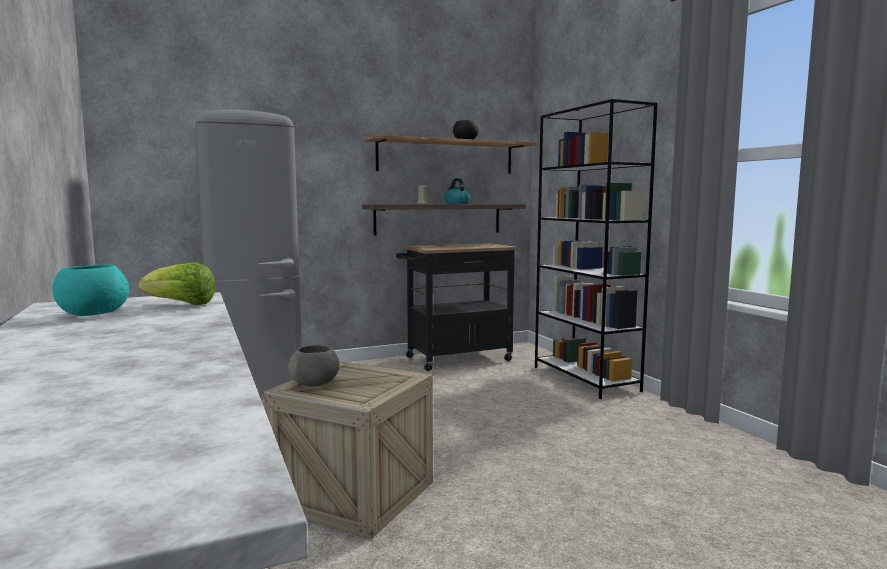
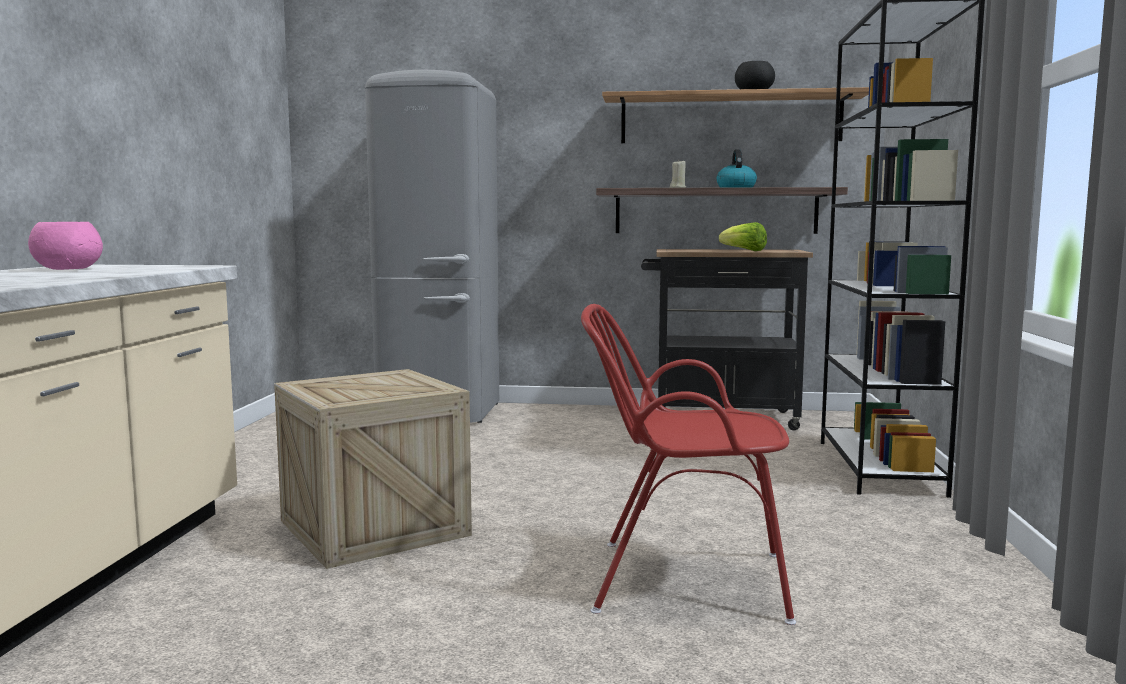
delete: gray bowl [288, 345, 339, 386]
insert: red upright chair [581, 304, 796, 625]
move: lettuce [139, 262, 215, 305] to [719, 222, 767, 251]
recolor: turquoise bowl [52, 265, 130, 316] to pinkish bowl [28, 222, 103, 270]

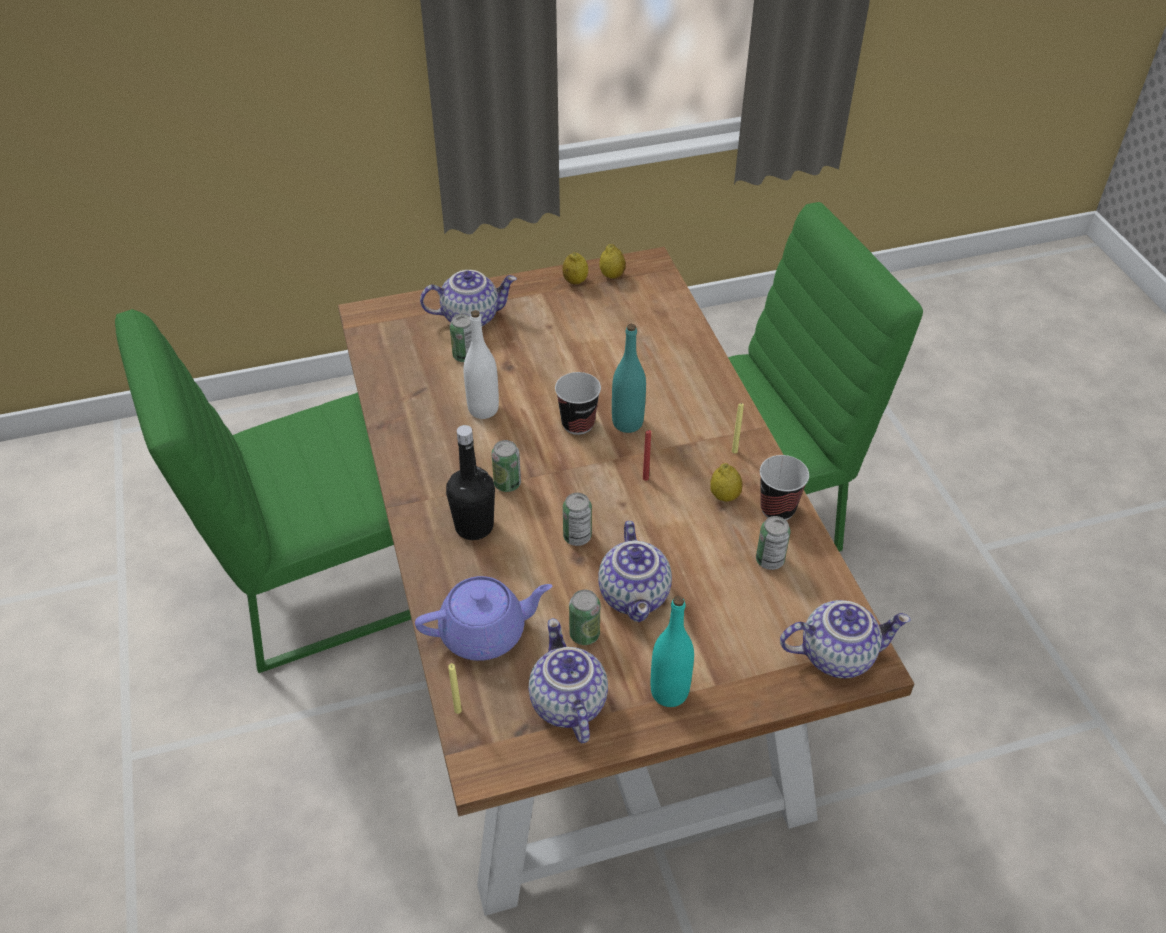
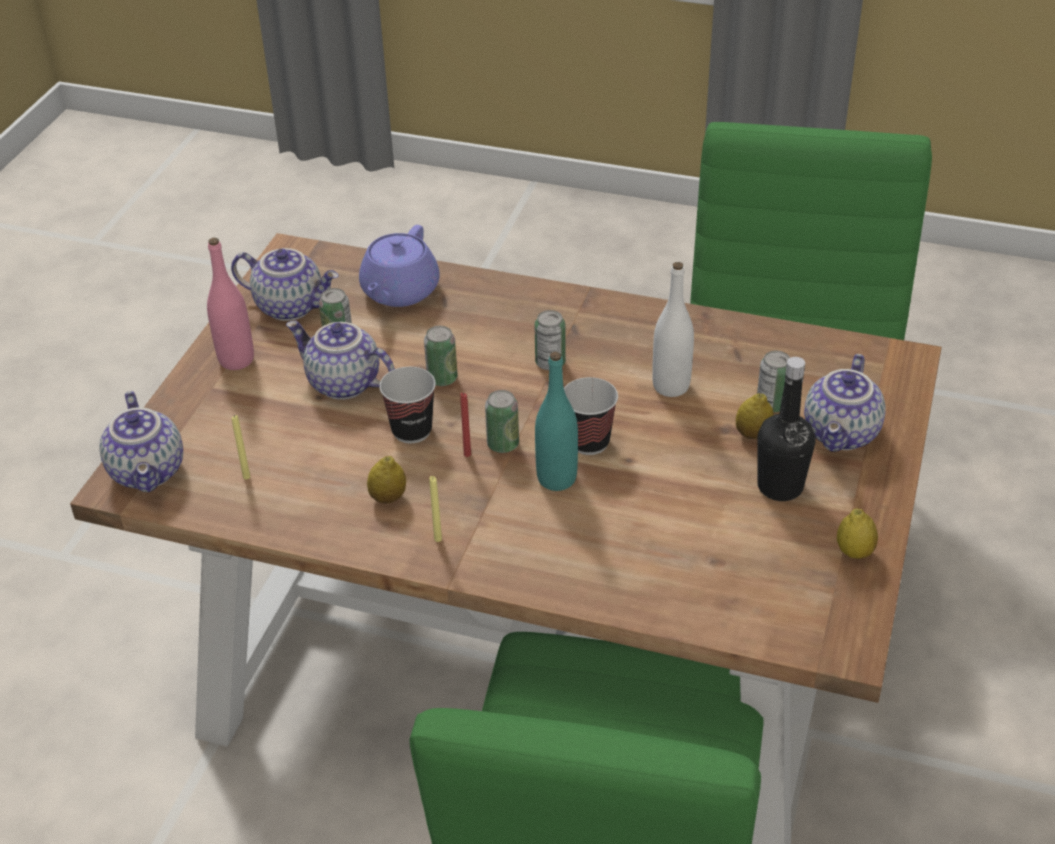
move: citrus fruit [599, 244, 626, 279] to [736, 393, 774, 439]; blackish bottle [446, 425, 495, 540] to [757, 357, 816, 501]; small cup [760, 455, 809, 520] to [379, 367, 436, 443]; metal can [756, 516, 791, 570] to [485, 390, 519, 453]; yellow-coloured candle [448, 663, 462, 714] to [232, 415, 250, 479]
recolor: turquoise bottle [651, 596, 694, 707] to pinkish bottle [207, 238, 254, 370]
rotate: pot for tea [780, 600, 911, 678] = [100, 391, 183, 492] 45 degrees counterclockwise

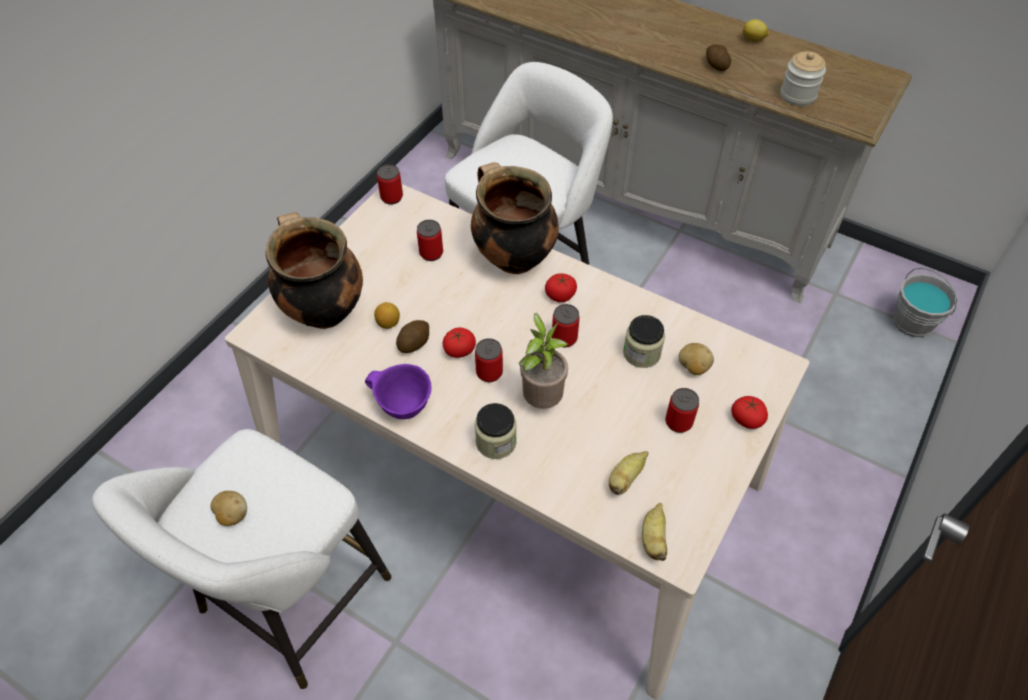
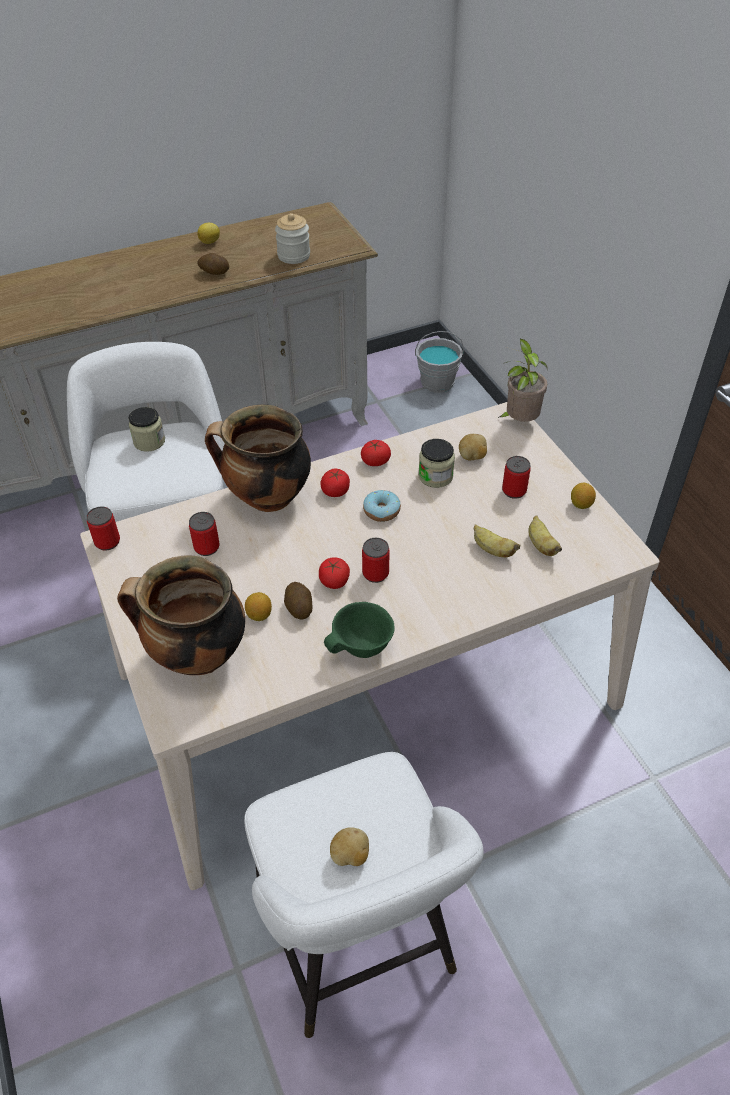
insert: citrus fruit [571, 483, 596, 509]
move: potted plant [519, 313, 568, 409] to [498, 339, 548, 422]; fresh tomato [731, 396, 768, 429] to [361, 440, 391, 466]; preserve jar [475, 403, 517, 459] to [129, 407, 165, 452]; banana fruit [642, 503, 667, 561] to [474, 524, 520, 557]
replace: metal can [552, 304, 580, 347] to donut [363, 490, 401, 522]
recolor: purple bowl [365, 364, 432, 419] to greenish bowl [324, 602, 395, 658]

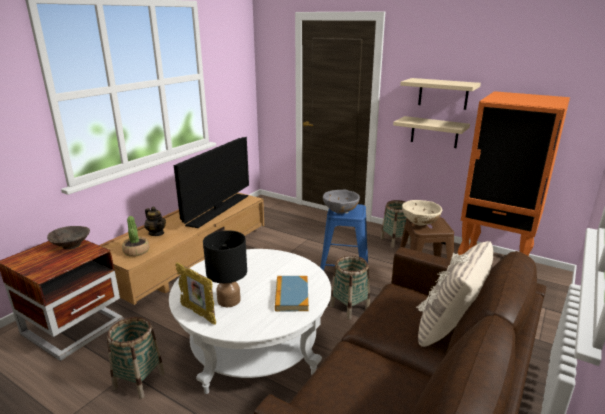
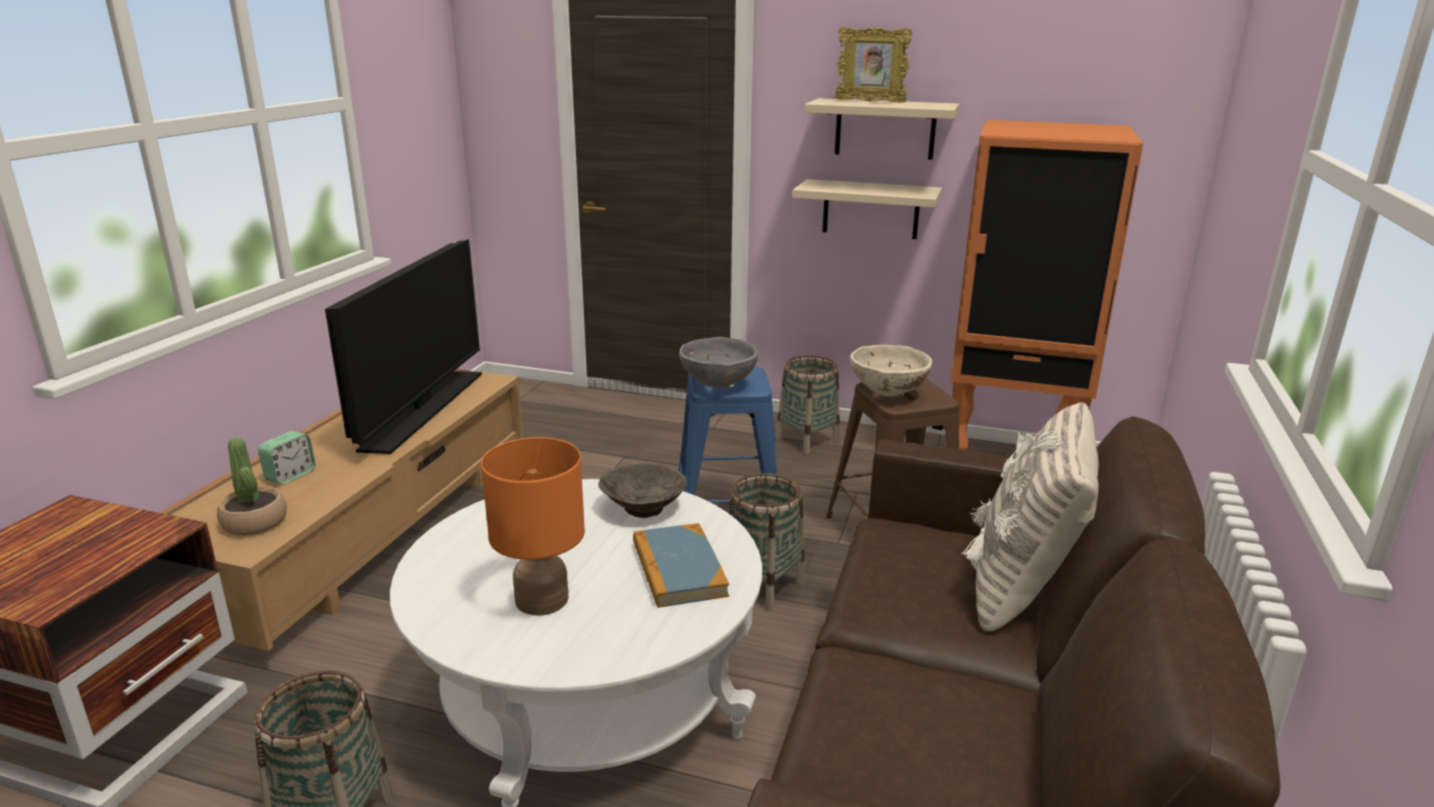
move: brown-coloured bowl [47, 226, 90, 250] to [598, 463, 687, 518]; standing frame [175, 262, 216, 325] to [835, 27, 913, 103]
replace: pot for tea [144, 207, 166, 236] to bedside clock [258, 431, 315, 485]
recolor: blackish table lamp [203, 230, 247, 307] to orangey table lamp [481, 437, 585, 615]

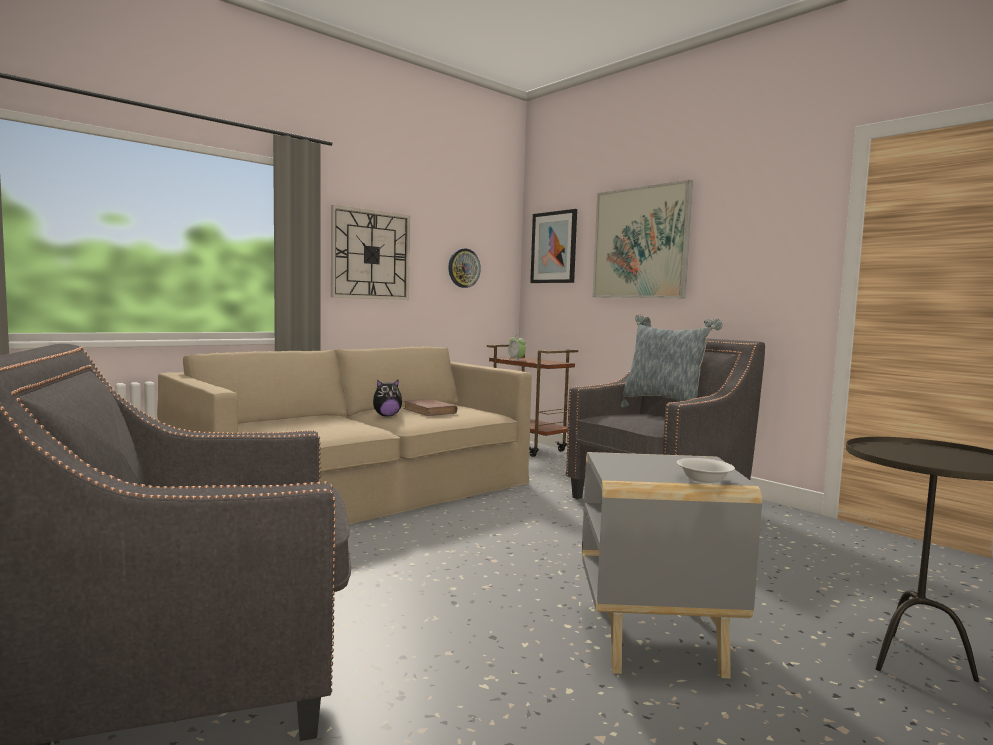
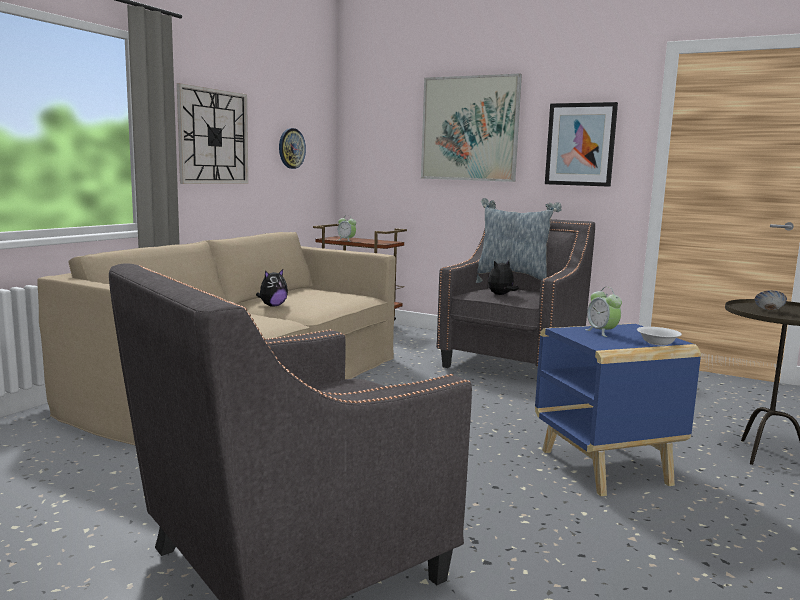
delete: brown-coloured bound book [403, 399, 457, 416]
insert: plush toy [488, 260, 519, 295]; bedside clock [585, 287, 622, 337]; bowl [755, 290, 787, 310]
move: wall picture [530, 209, 577, 283] to [545, 102, 618, 187]
recolor: gray side table [582, 452, 762, 678] to bluish side table [535, 323, 701, 496]

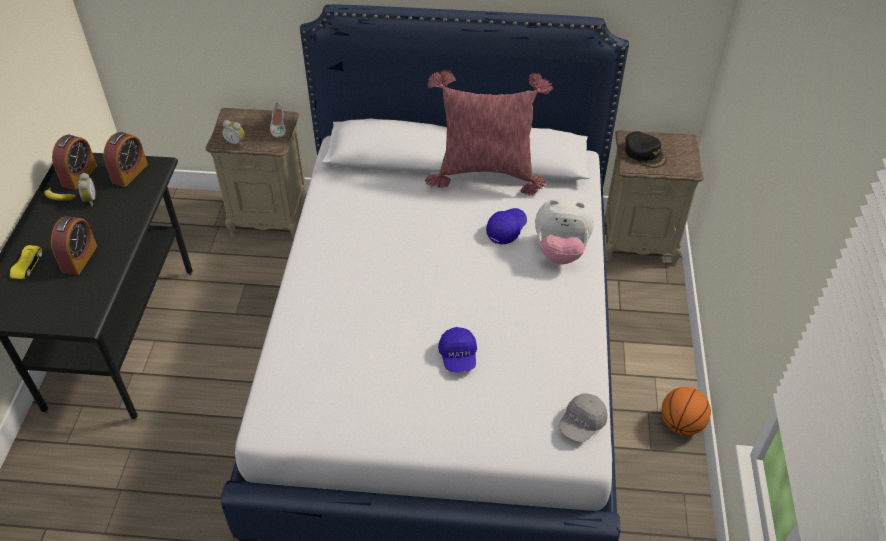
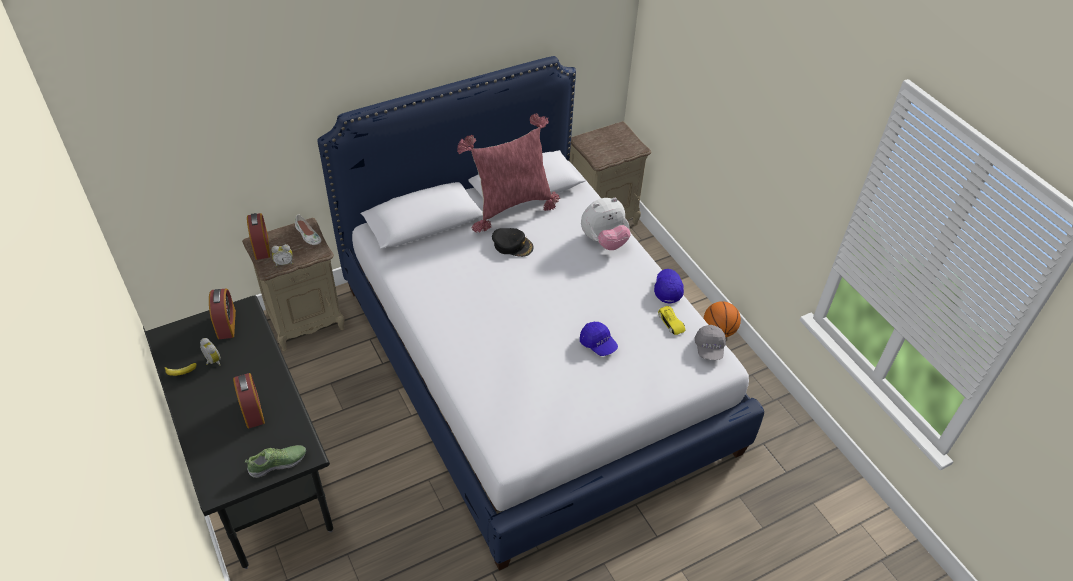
insert: low shoe [245, 445, 306, 478]
move: blackish peaked cap [625, 132, 667, 168] to [492, 228, 533, 257]; bedside clock [52, 134, 97, 190] to [247, 213, 270, 260]; bluish peaked cap [486, 208, 527, 245] to [654, 269, 684, 304]; yellow-coloured model car [9, 245, 42, 279] to [658, 306, 686, 335]

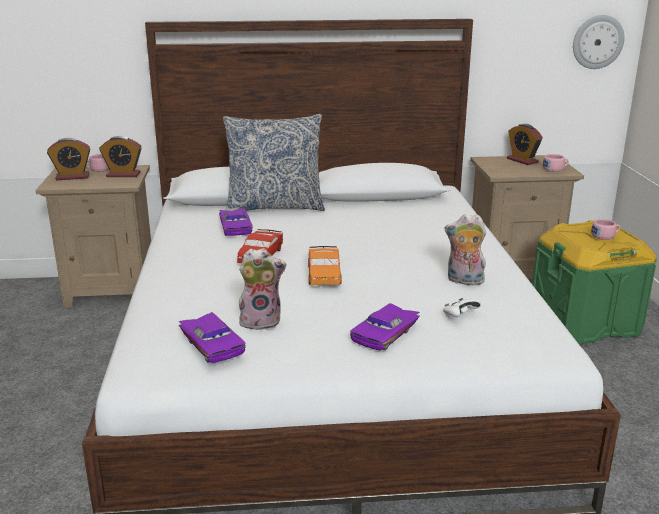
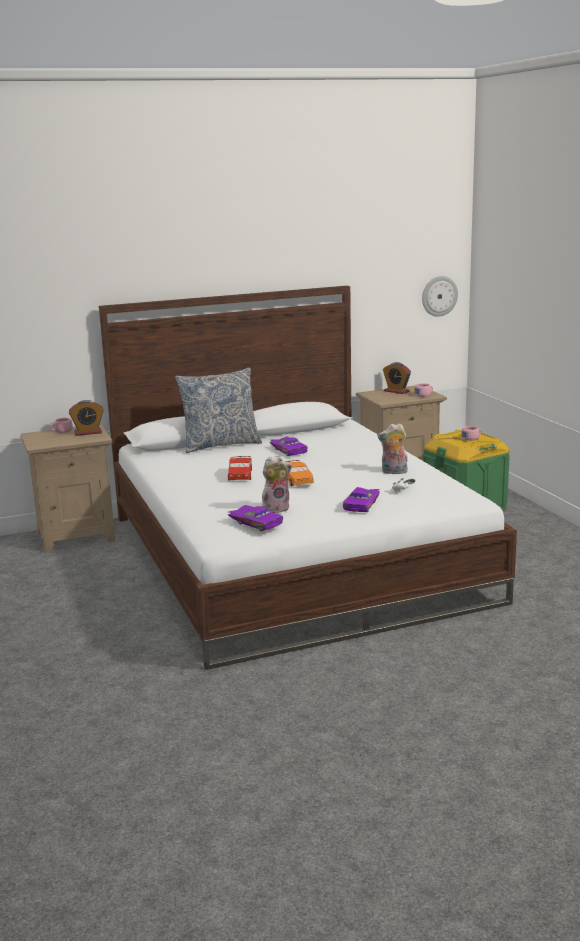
delete: bedside clock [47, 138, 90, 180]
move: purple model car [219, 208, 253, 236] to [270, 437, 308, 456]

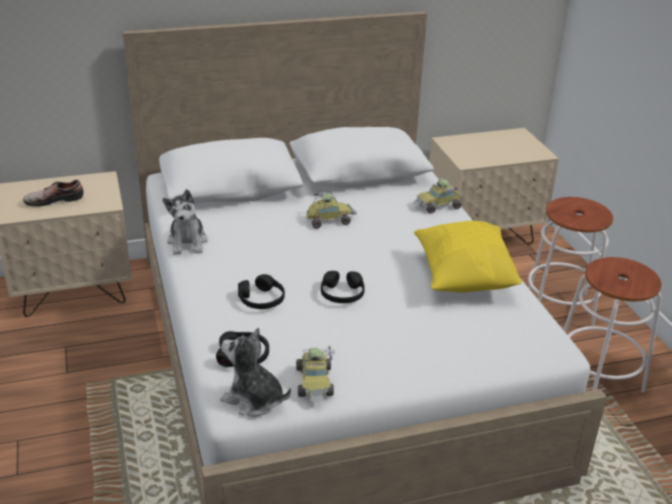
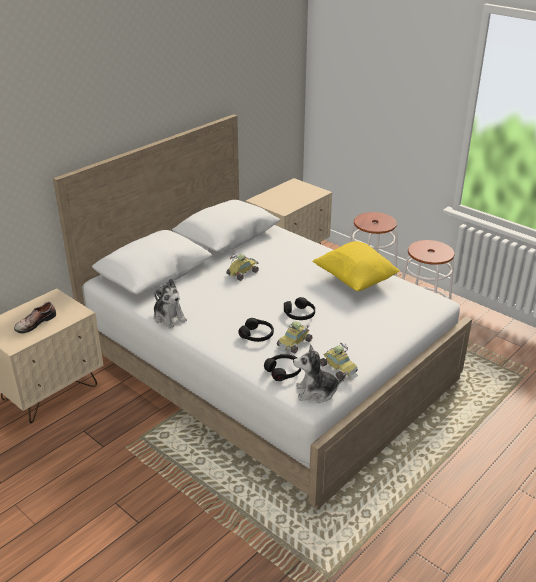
move: model car [413, 179, 462, 214] to [277, 321, 312, 354]

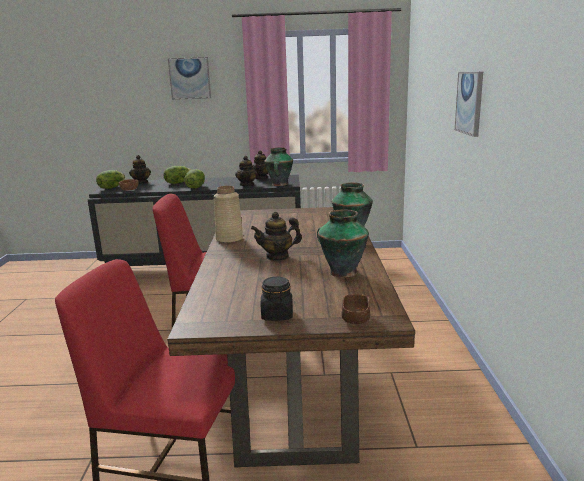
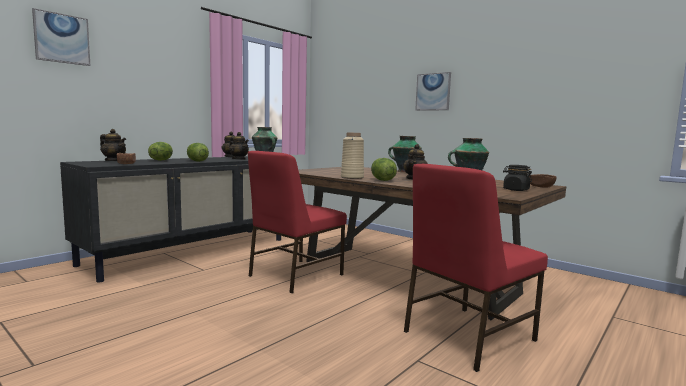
move: wall picture [168, 57, 211, 100] to [32, 8, 91, 66]; lettuce [96, 170, 125, 189] to [371, 158, 397, 181]

